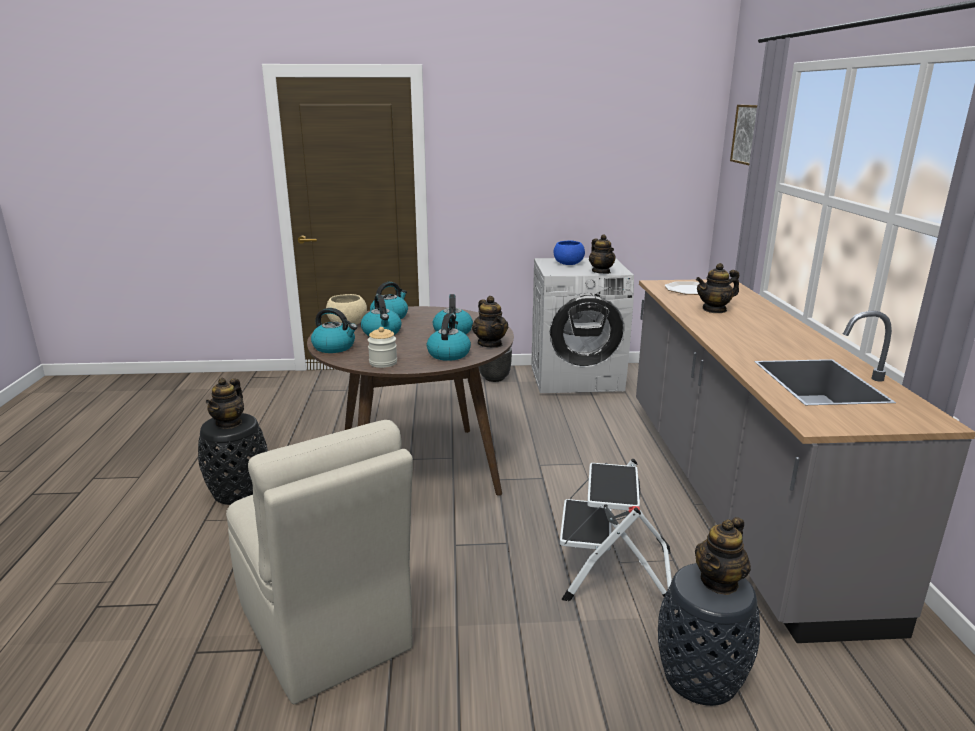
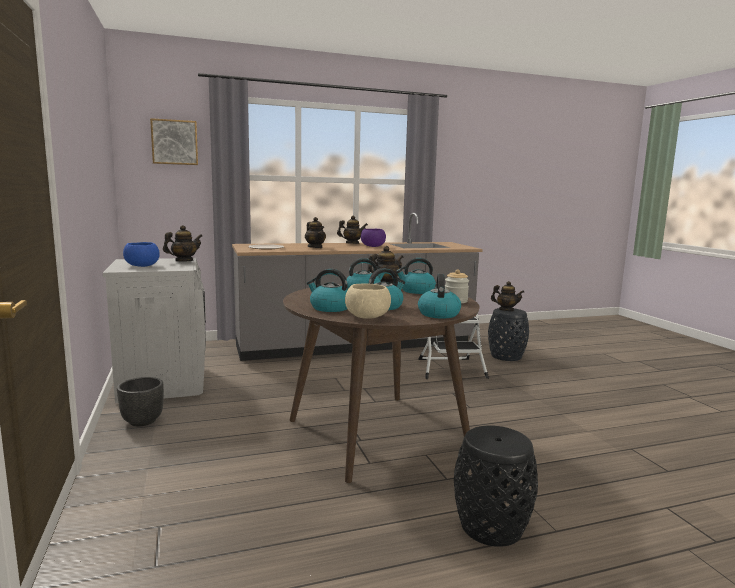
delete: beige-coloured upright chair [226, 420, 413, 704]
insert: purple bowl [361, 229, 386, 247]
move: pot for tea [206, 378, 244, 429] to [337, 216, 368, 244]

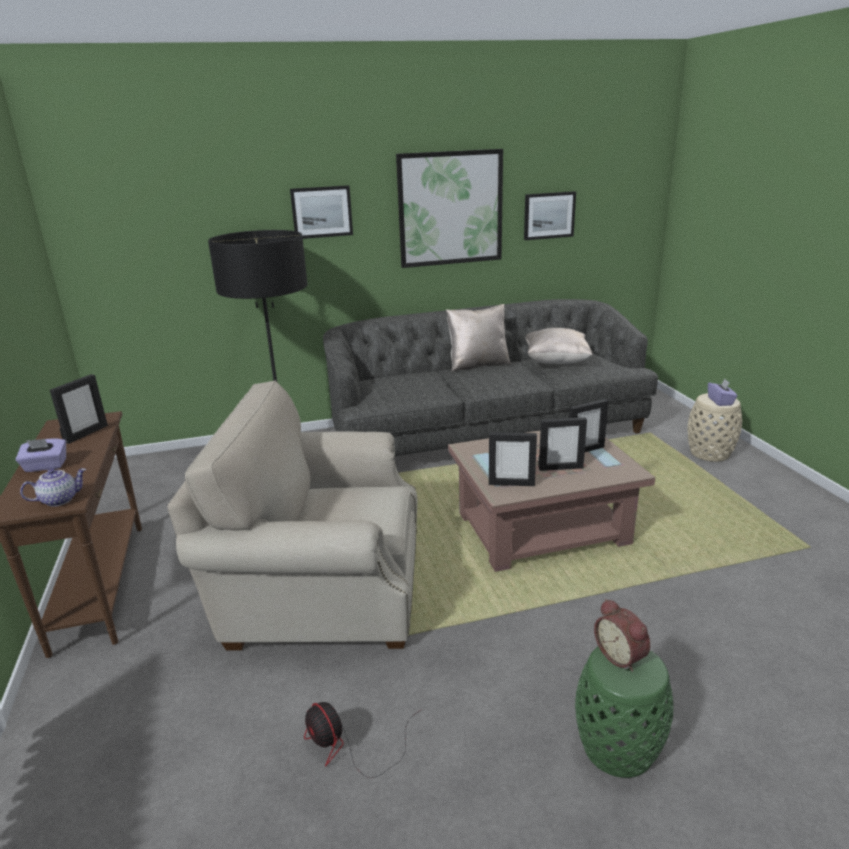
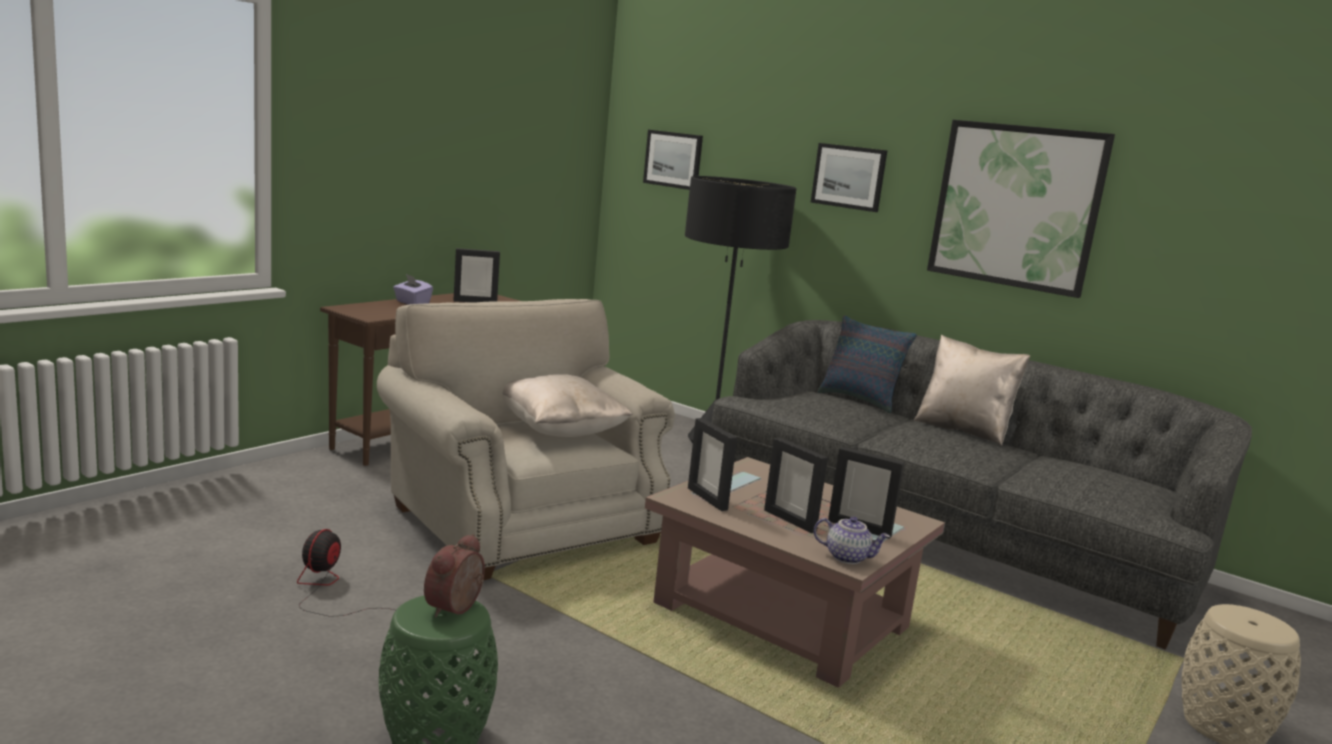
delete: purple tissue holder [708, 379, 738, 406]
insert: bluish cushion [818, 315, 917, 413]
move: wall picture [524, 191, 576, 240] to [643, 130, 703, 190]; beige-coloured cushion [525, 328, 593, 364] to [503, 374, 633, 437]; pot for tea [20, 468, 86, 507] to [814, 516, 890, 564]

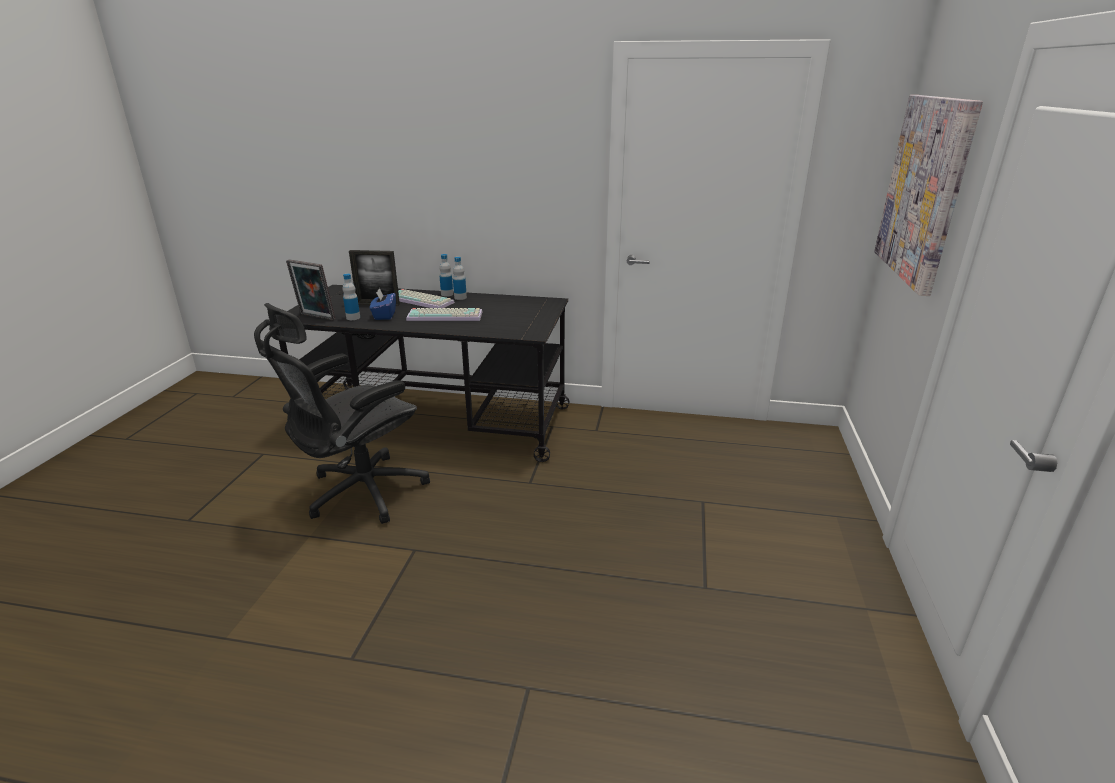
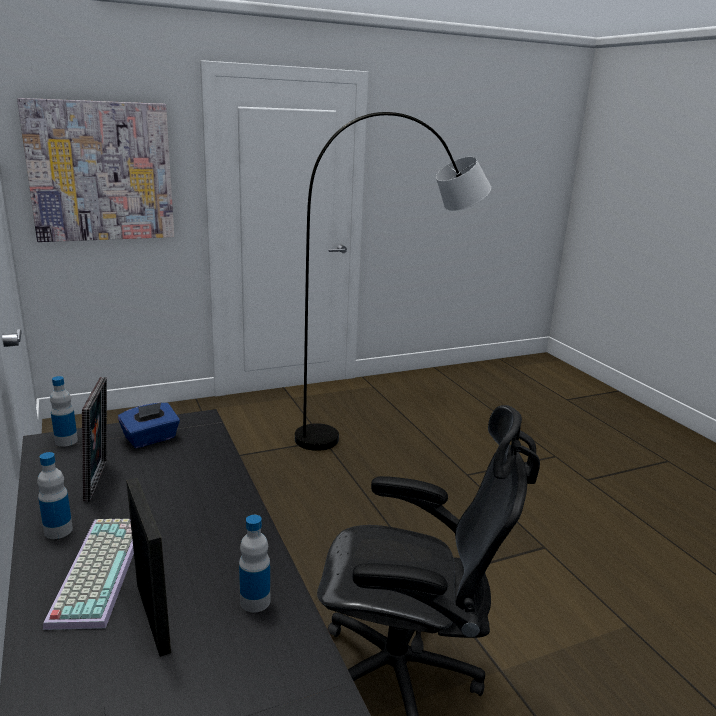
delete: keyboard [406, 308, 482, 321]
insert: gray standing lamp [295, 112, 491, 451]
move: bottle [439, 254, 453, 297] to [50, 376, 78, 447]; standing frame [286, 259, 335, 320] to [82, 377, 107, 502]; bluish tissue holder [370, 288, 396, 320] to [118, 402, 180, 448]

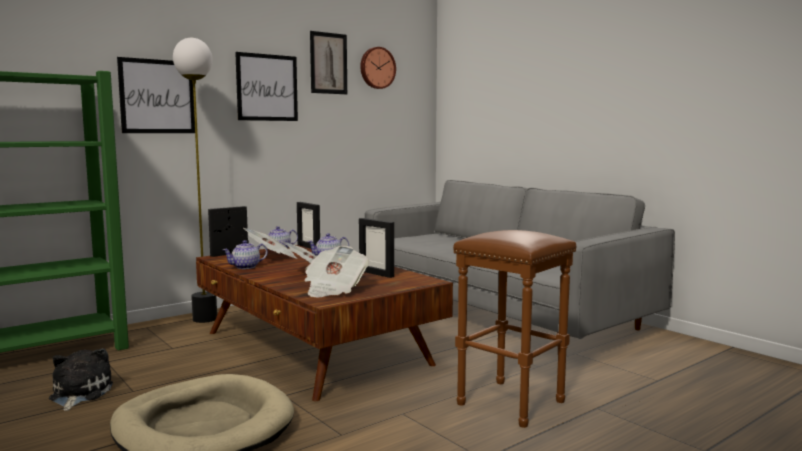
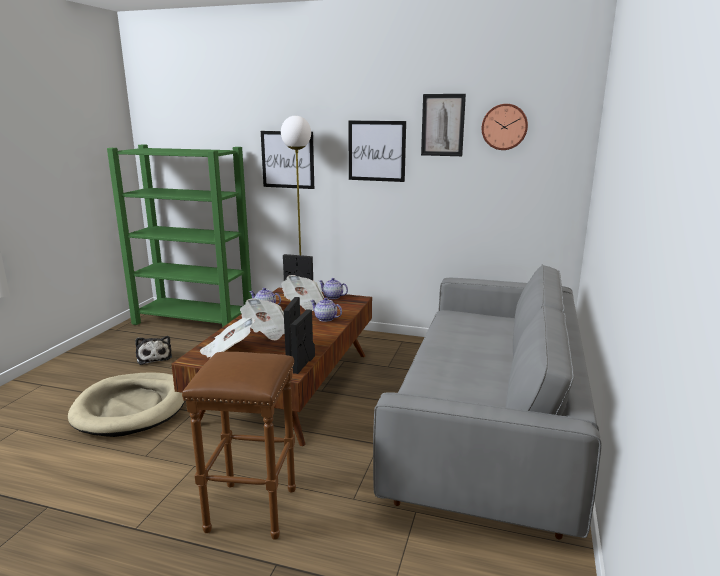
move: standing frame [297, 202, 320, 249] to [291, 309, 315, 374]
rotate: plush toy [49, 348, 113, 411] = [135, 336, 172, 365] 105 degrees clockwise

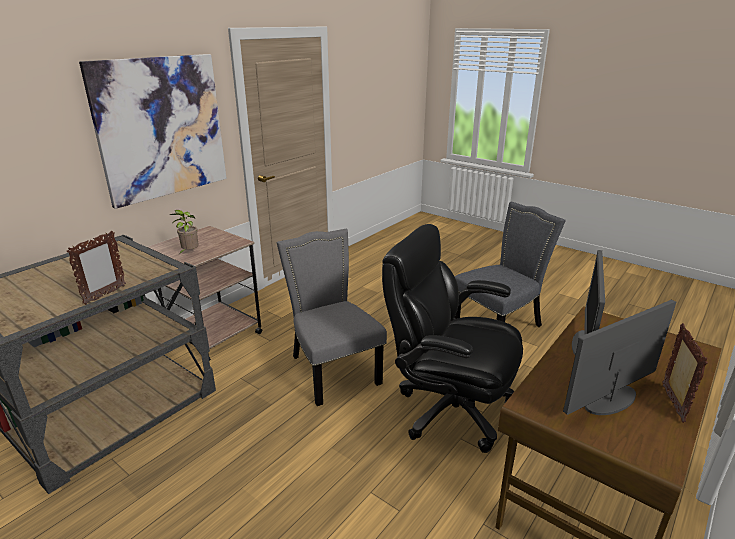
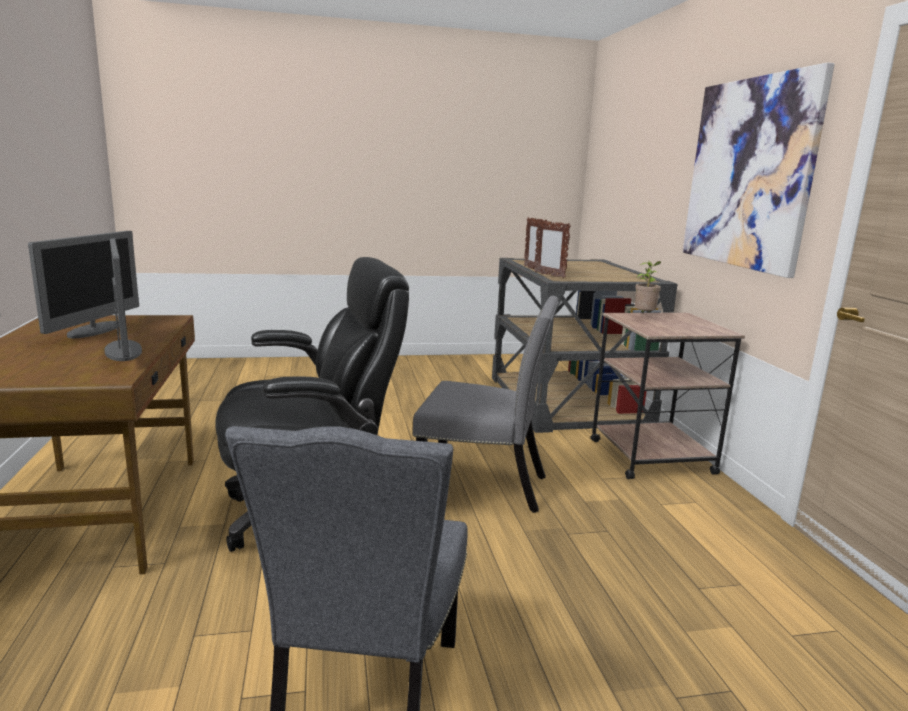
move: standing frame [662, 323, 708, 423] to [534, 220, 571, 278]

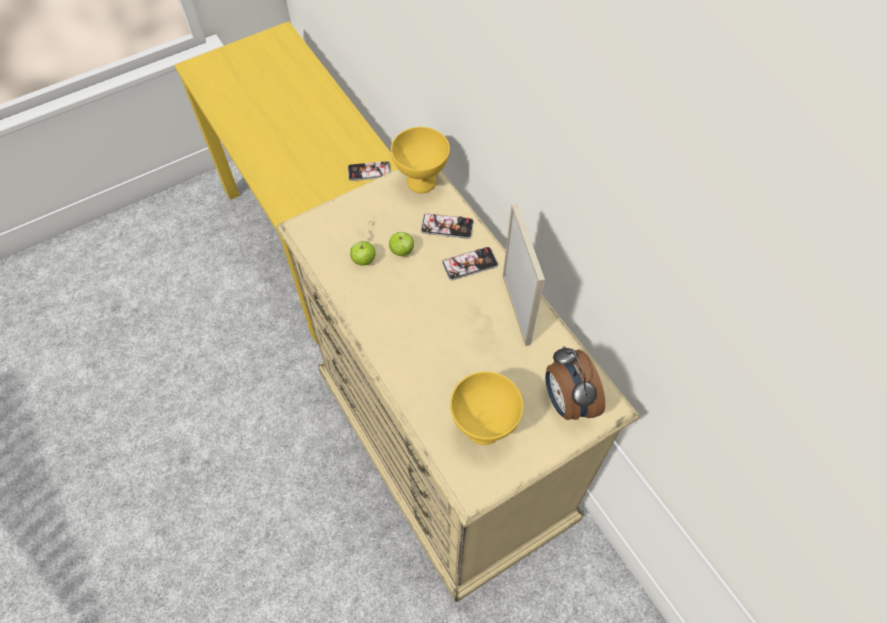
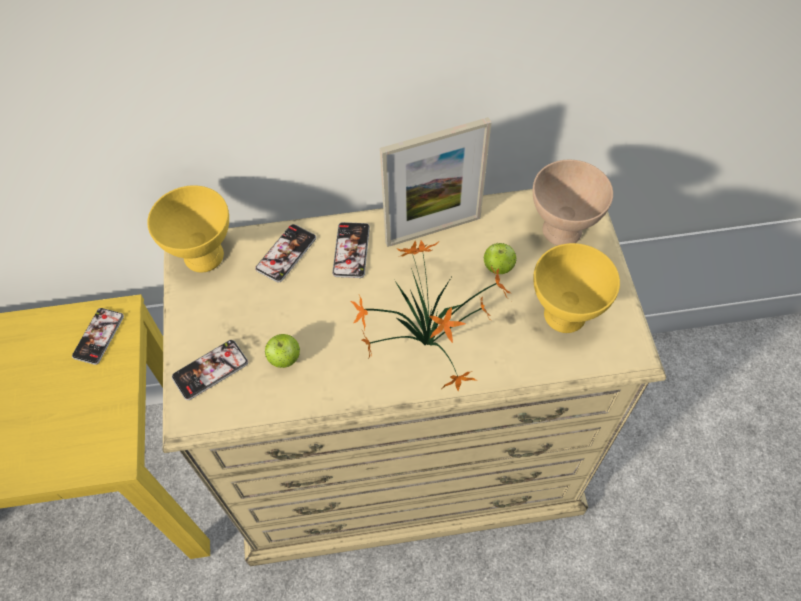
insert: potted plant [351, 240, 511, 391]; phone [172, 340, 248, 400]
move: whole apple [389, 232, 414, 256] to [484, 243, 516, 274]
replace: bedside clock [545, 346, 605, 420] to beige-coloured bowl [533, 160, 613, 246]
rotate: standing frame [503, 203, 545, 346] = [380, 117, 492, 247] 150 degrees clockwise

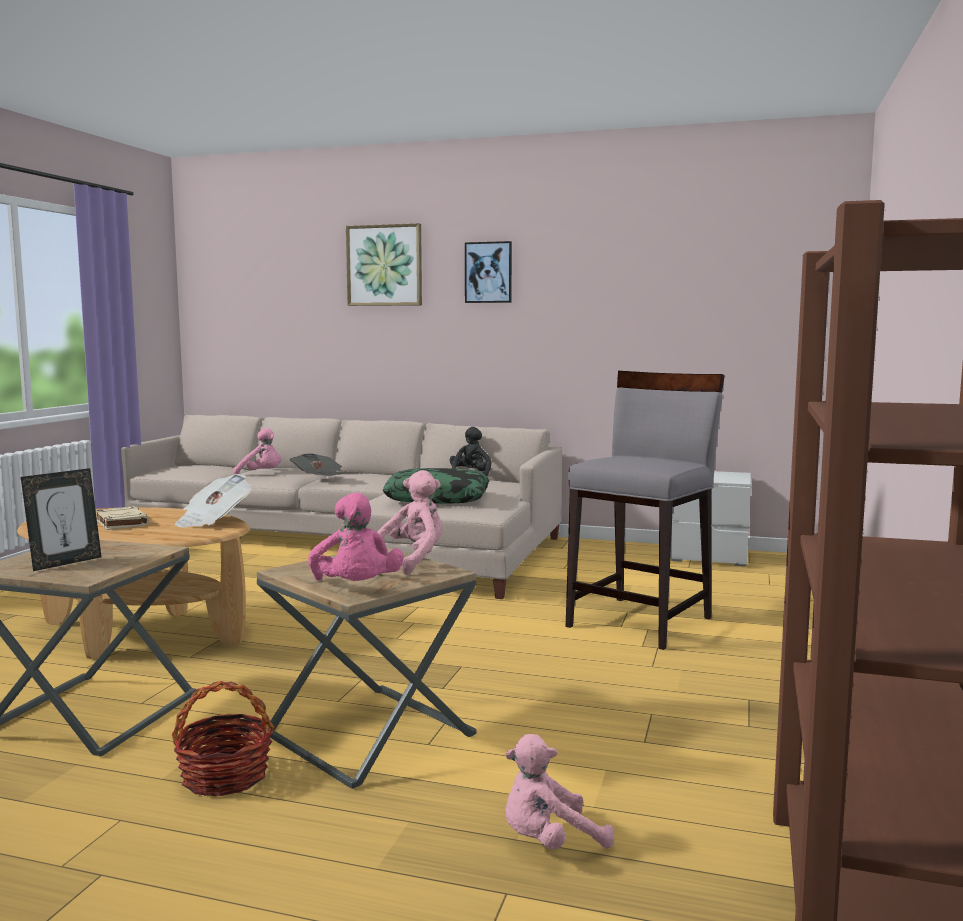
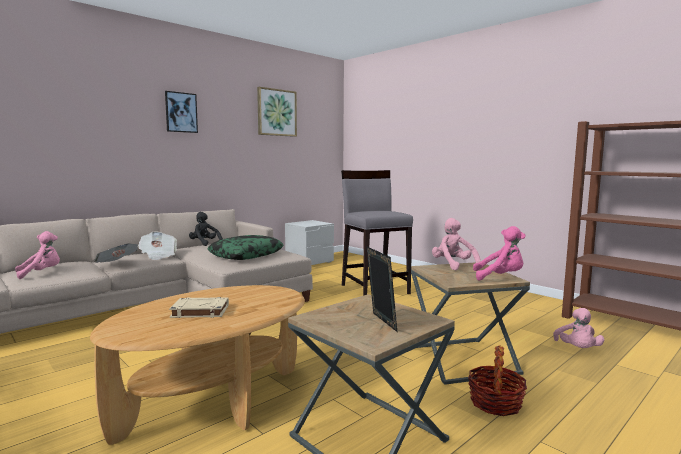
move: wall picture [346, 223, 422, 306] to [257, 87, 297, 137]; daily paper [175, 474, 252, 527] to [138, 231, 177, 260]

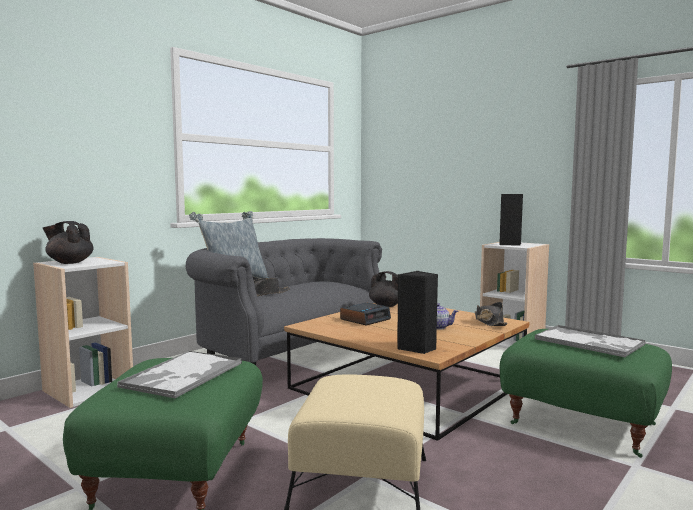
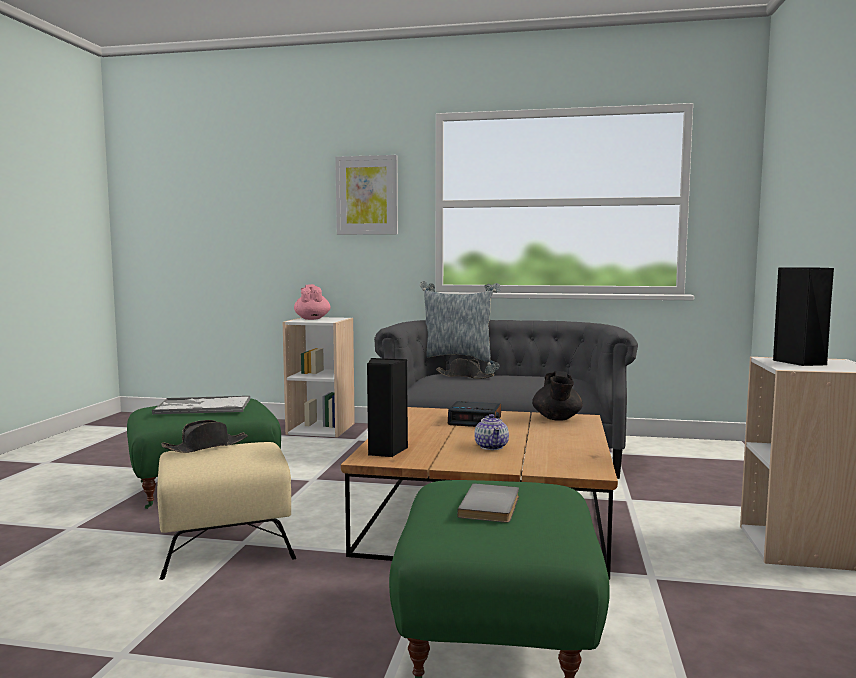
insert: wall picture [335, 155, 398, 235]
move: blackish wearable hat [475, 302, 508, 326] to [161, 420, 248, 453]
replace: serving tray [535, 325, 646, 358] to gray bound book [457, 483, 519, 523]
recolor: blackish pot for tea [43, 221, 94, 264] to pinkish pot for tea [294, 284, 331, 320]

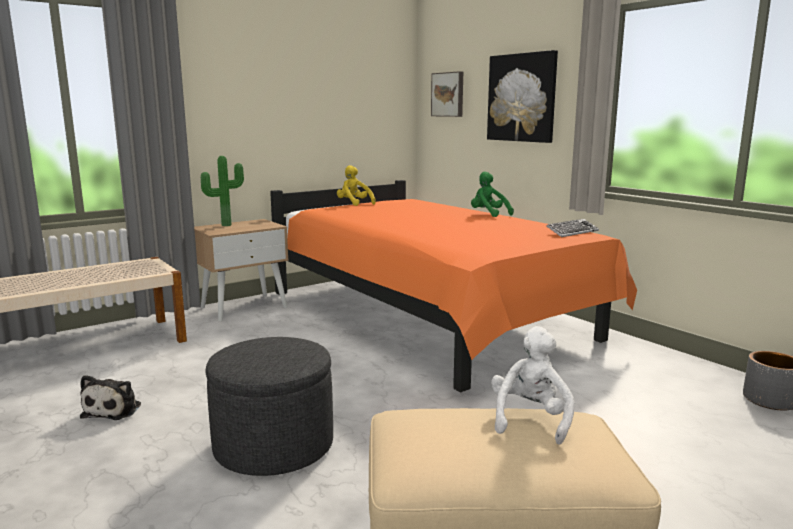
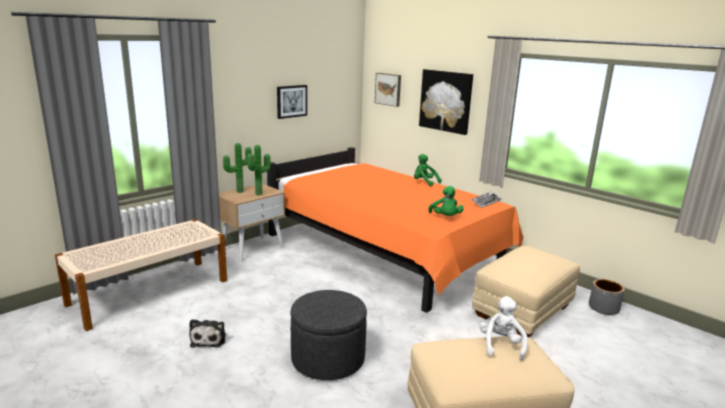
delete: yellow-coloured plush toy [337, 165, 376, 206]
insert: wall picture [277, 85, 307, 119]; potted plant [247, 145, 271, 195]; greenish plush toy [429, 186, 464, 216]; beige-coloured pouffe [472, 246, 580, 337]

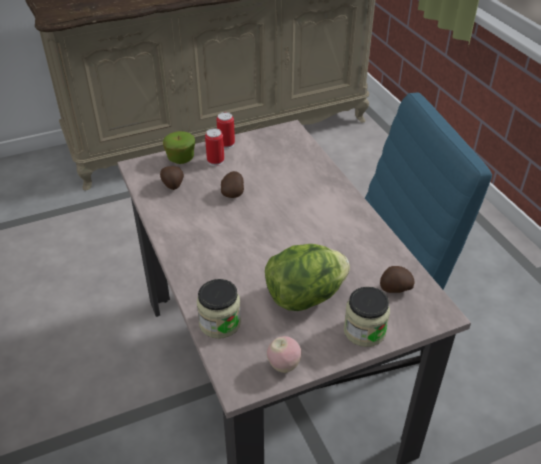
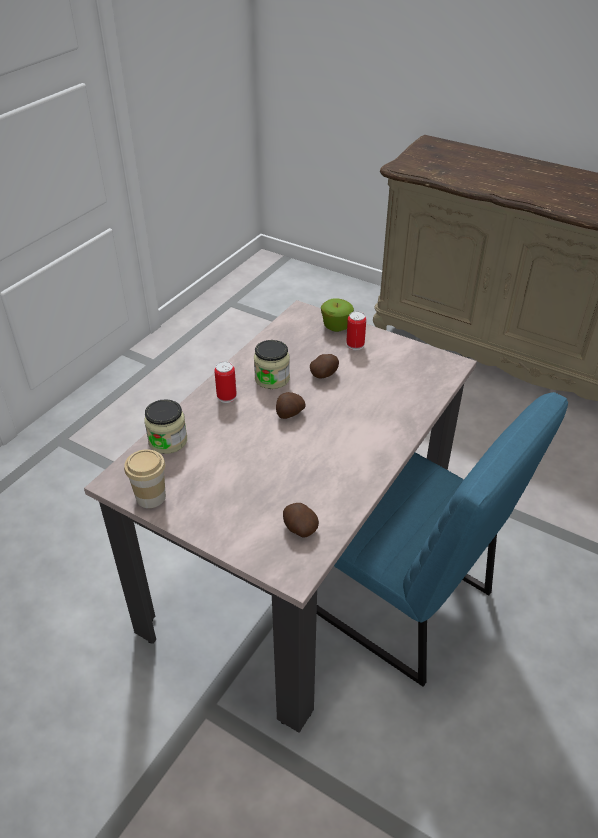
delete: lettuce [265, 244, 350, 311]
move: metal can [217, 112, 235, 149] to [214, 361, 237, 403]; whole potato [160, 166, 184, 190] to [276, 392, 306, 419]; preserve jar [344, 287, 390, 347] to [254, 340, 290, 389]
replace: whole apple [267, 336, 301, 373] to small cup [124, 449, 166, 508]

